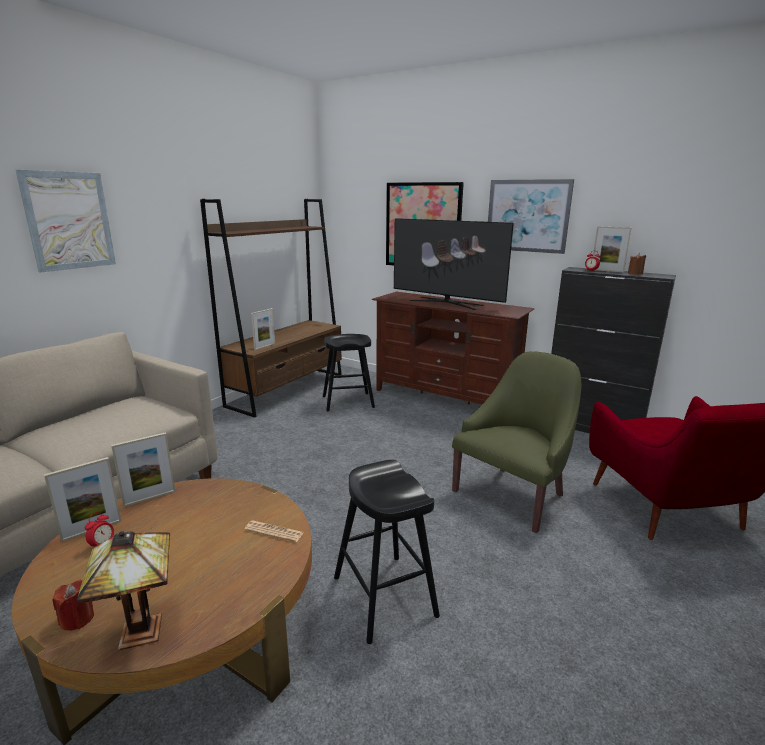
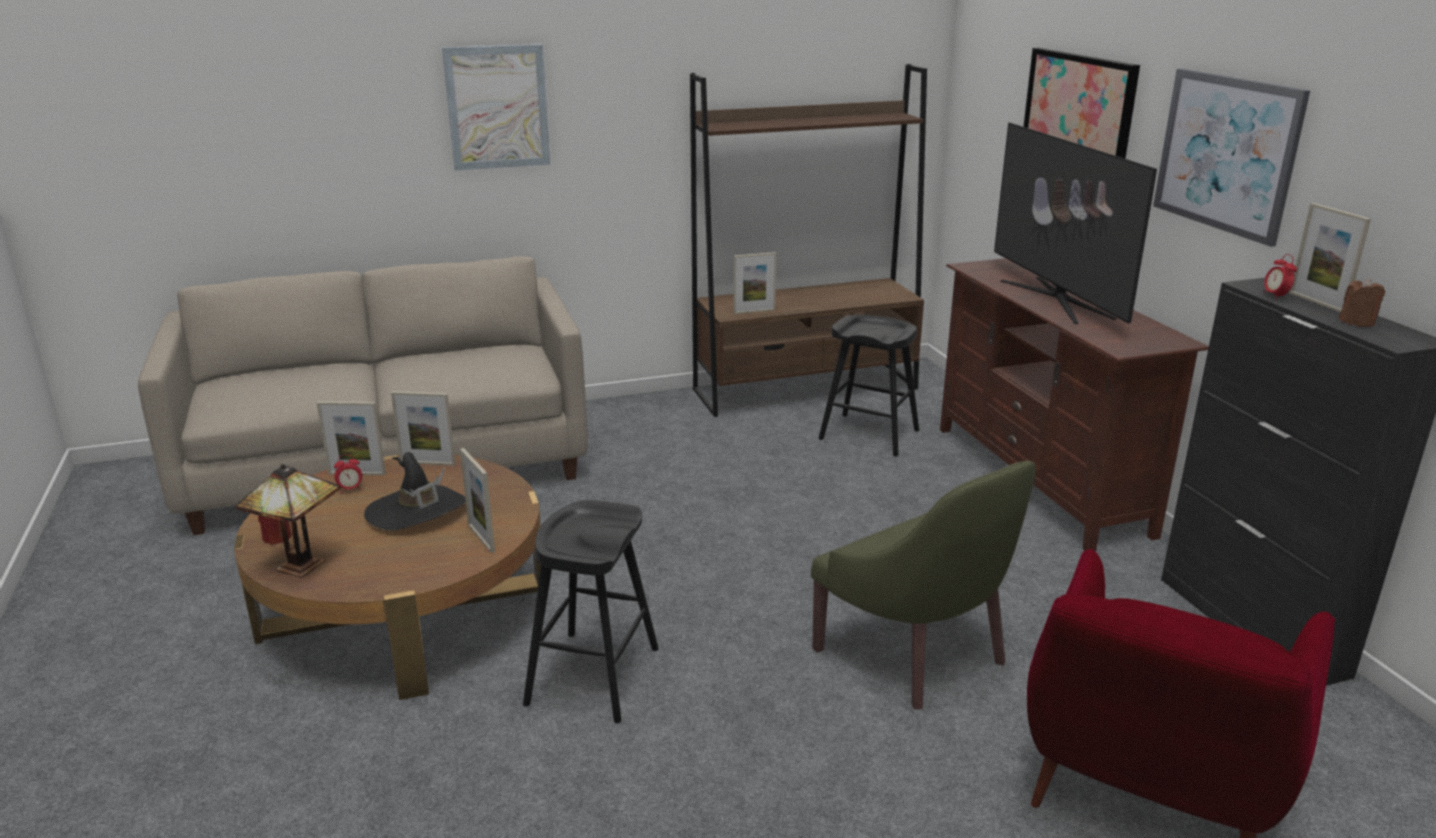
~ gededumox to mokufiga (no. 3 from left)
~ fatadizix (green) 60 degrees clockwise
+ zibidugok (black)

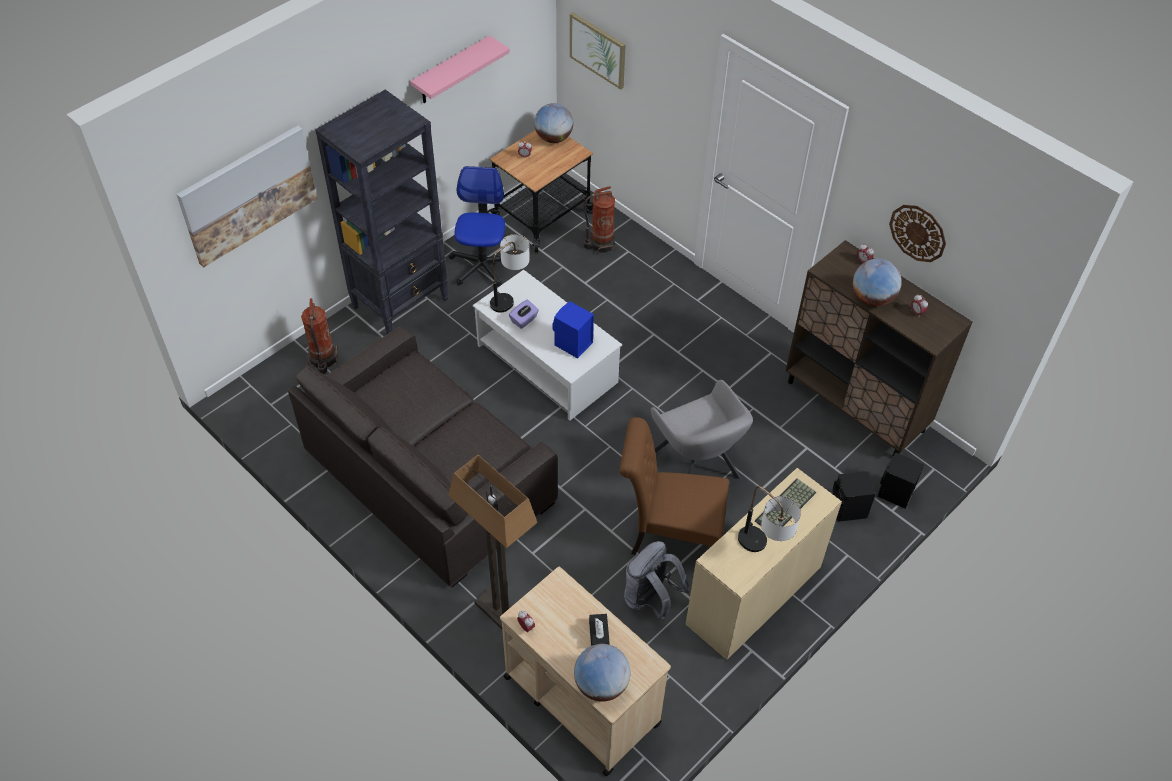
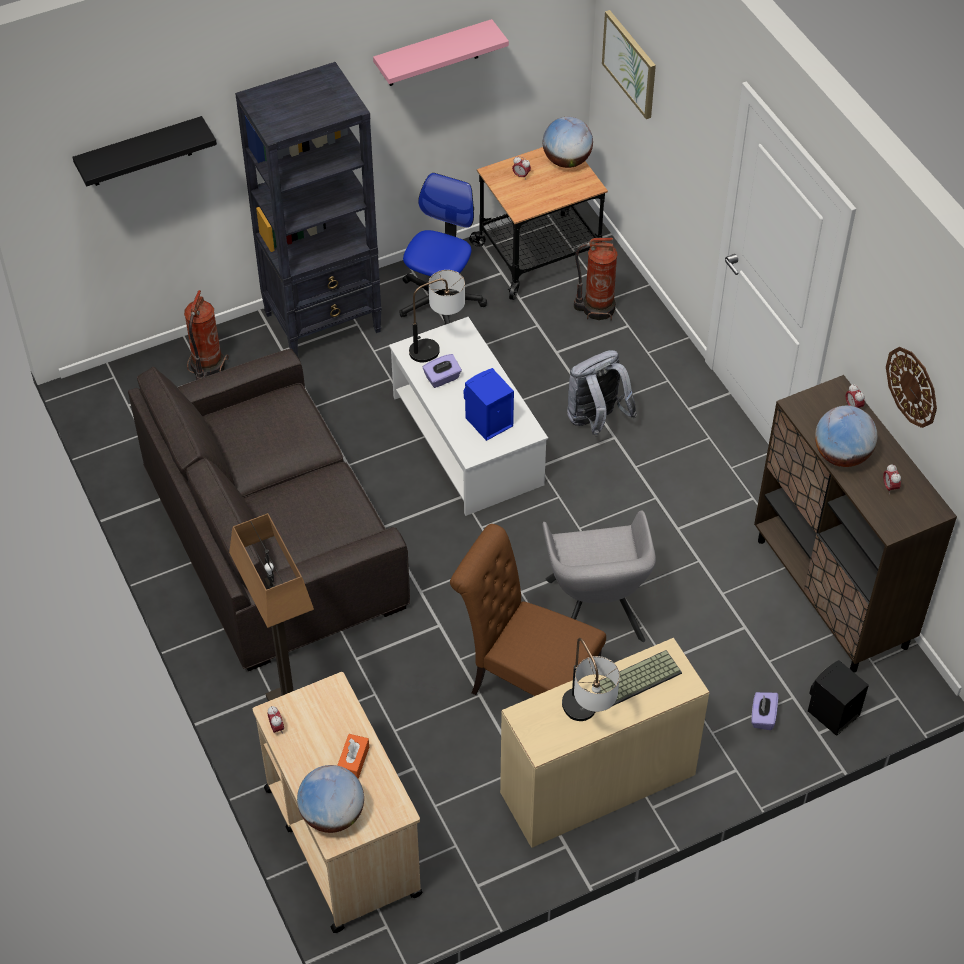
~ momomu (no. 1 from left) to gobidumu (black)
~ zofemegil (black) to zofemegil (orange)
~ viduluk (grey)
~ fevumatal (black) (no. 1 from left) to zofemegil (purple) (no. 2 from left)

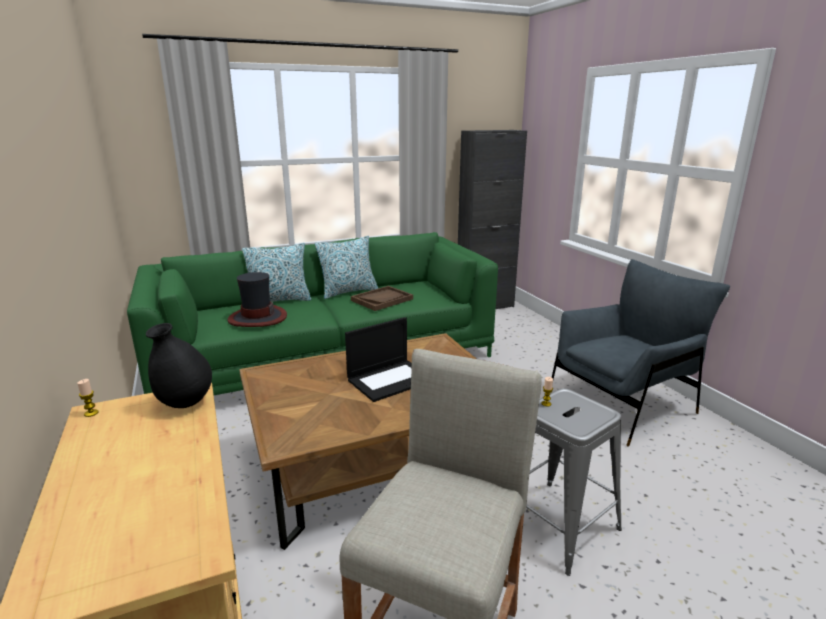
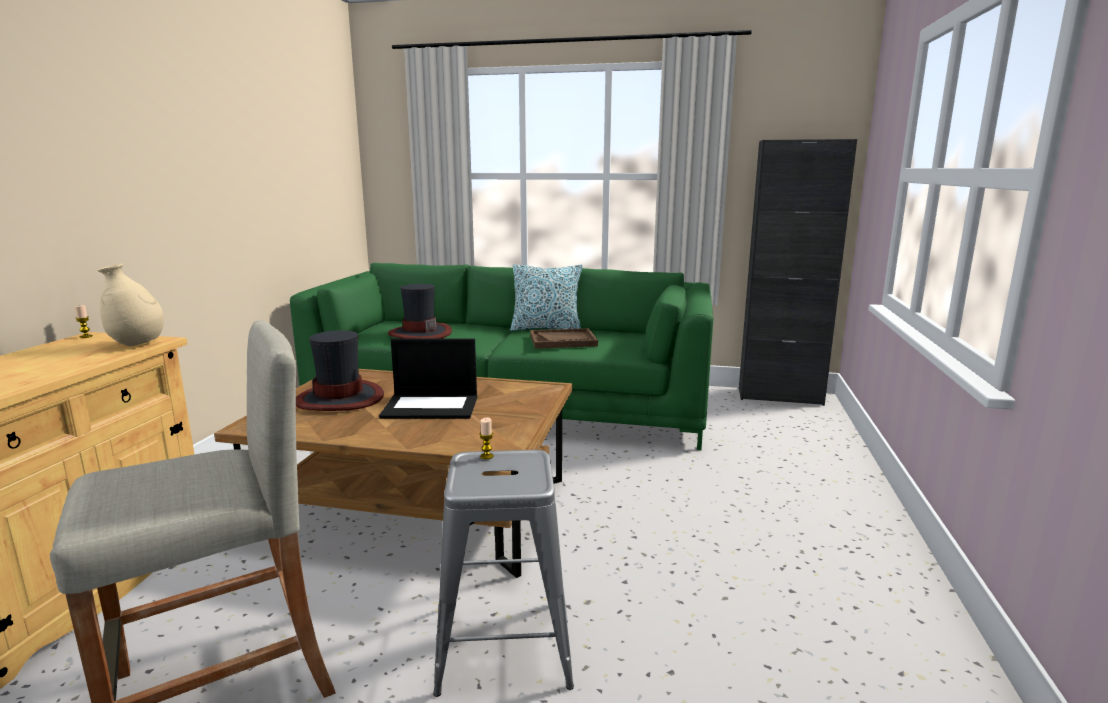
~ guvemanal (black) to guvemanal (beige)
- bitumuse (no. 1 from left)
- fatadizix (grey)
+ zibidugok (no. 1 from left)

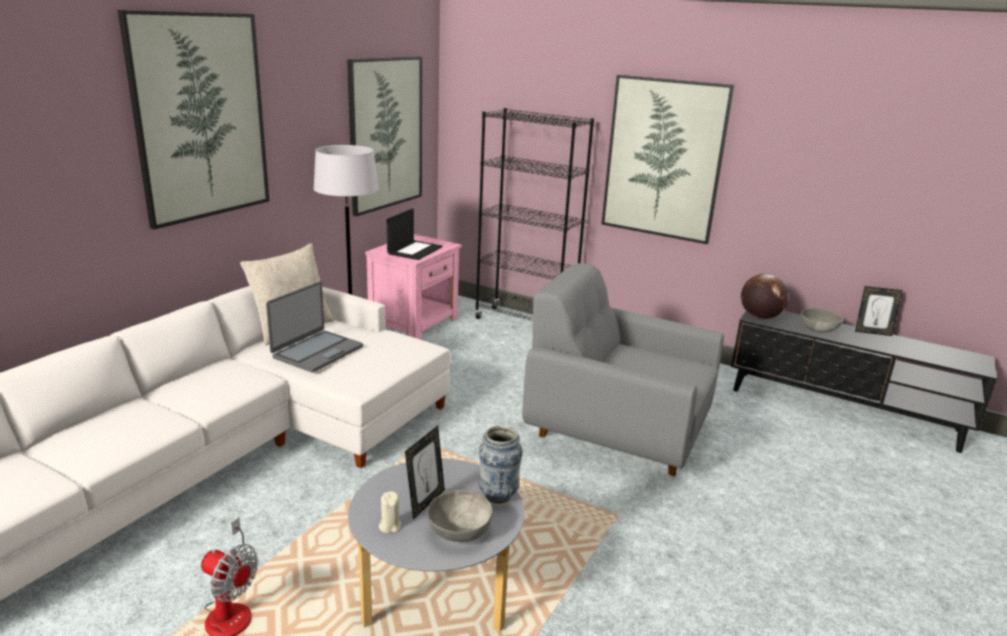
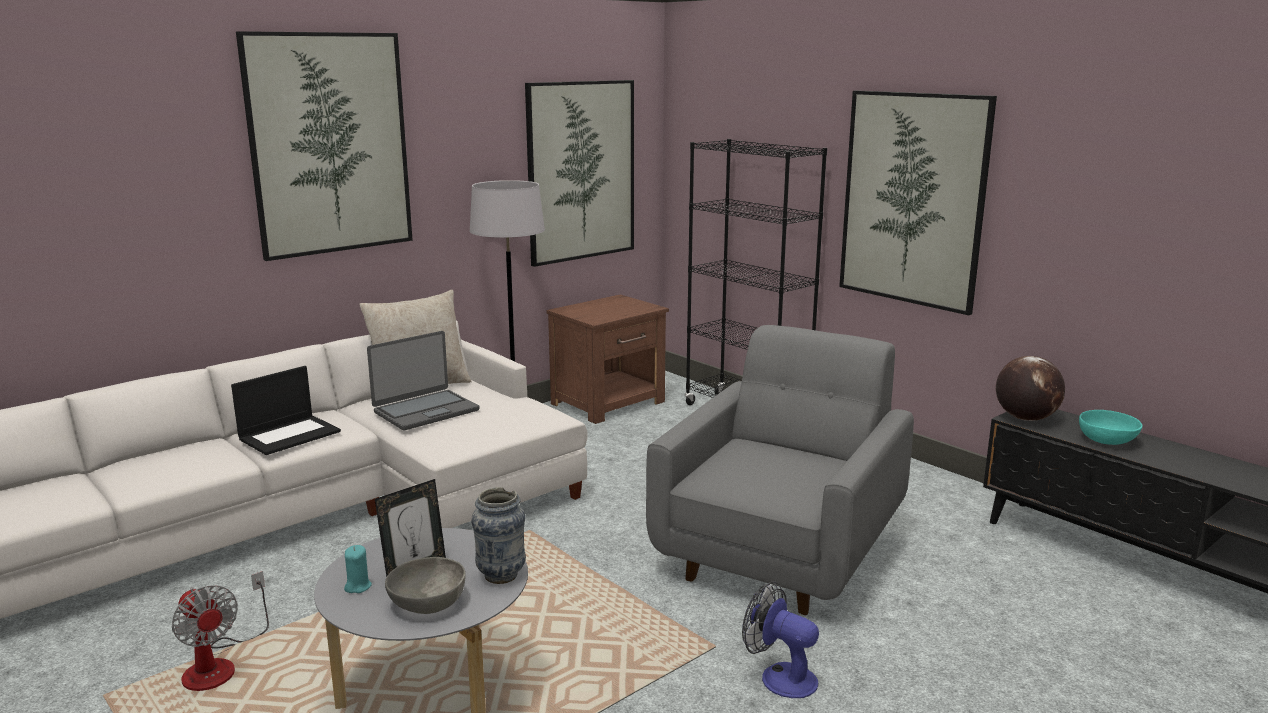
~ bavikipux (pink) to bavikipux (brown)
~ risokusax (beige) to risokusax (turquoise)
~ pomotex (no. 2 from left in the first image) to pomotex (no. 1 from left)
~ fatadizix (grey) 75 degrees clockwise
~ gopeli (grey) (no. 2 from left) to gopeli (turquoise)
- mokufiga (no. 2 from left)
+ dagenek (no. 2 from left)

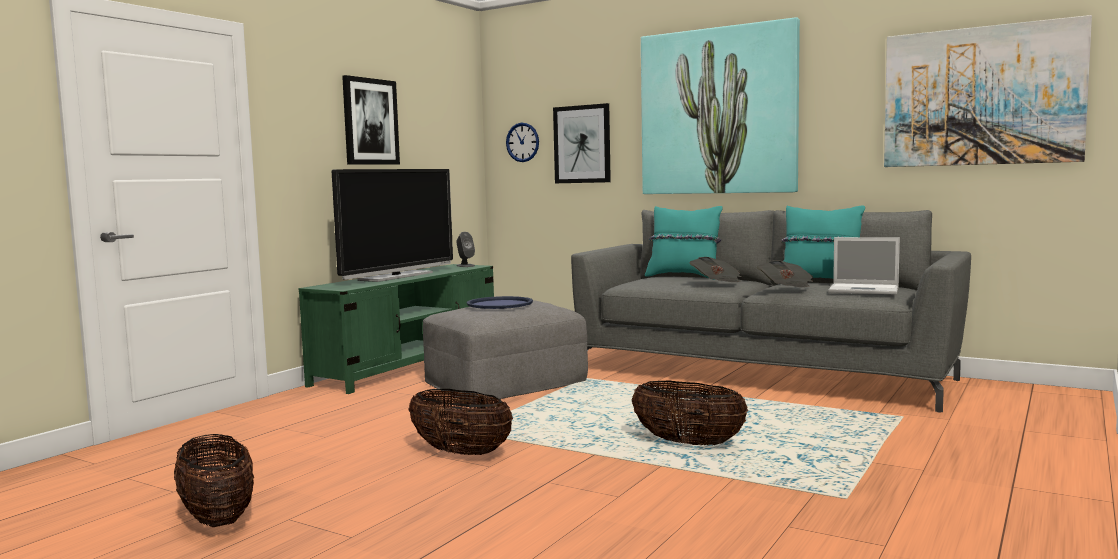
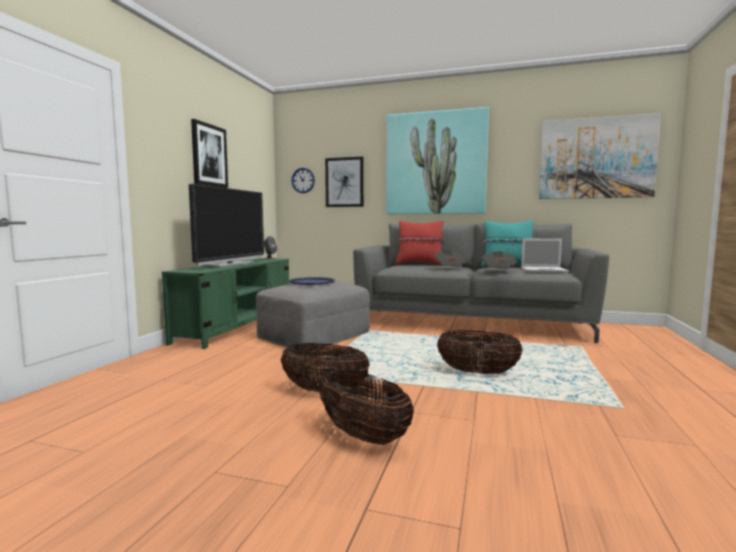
~ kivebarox (no. 1 from left in the first image) to kivebarox (no. 2 from left)
~ bitumuse (turquoise) (no. 1 from left) to bitumuse (red)

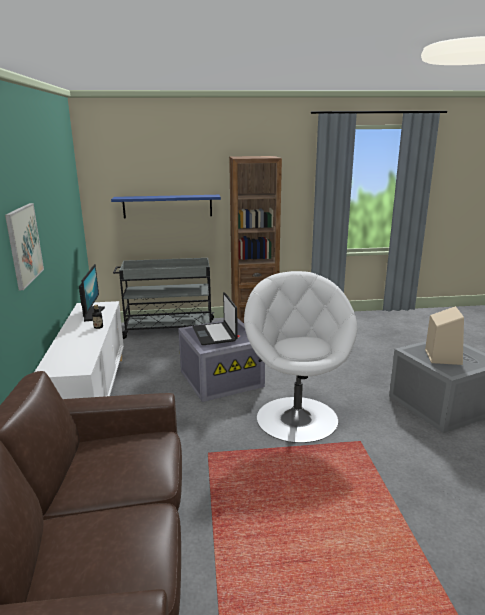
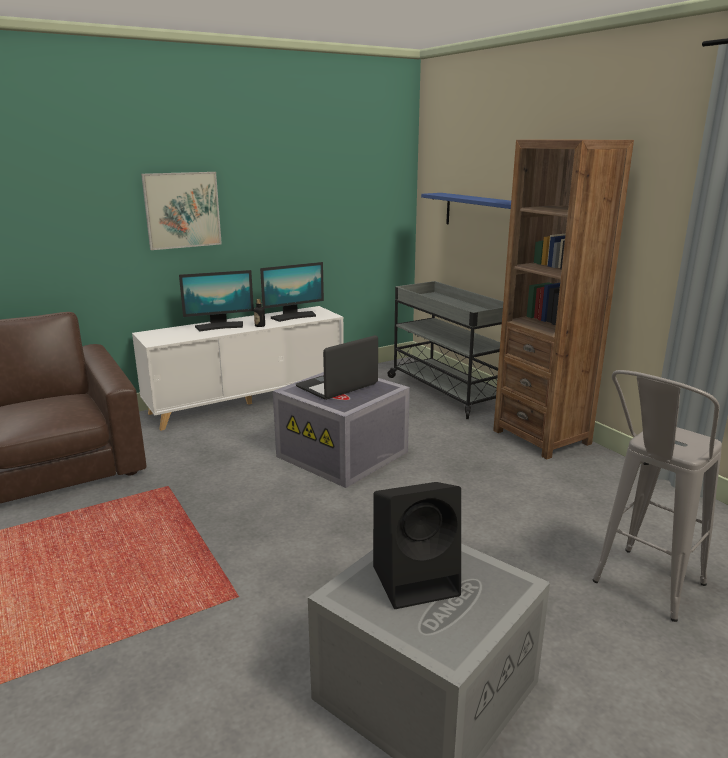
- fatadizix (white)
~ fevumatal (beige) to fevumatal (black)
+ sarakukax (no. 1 from left)
+ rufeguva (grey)

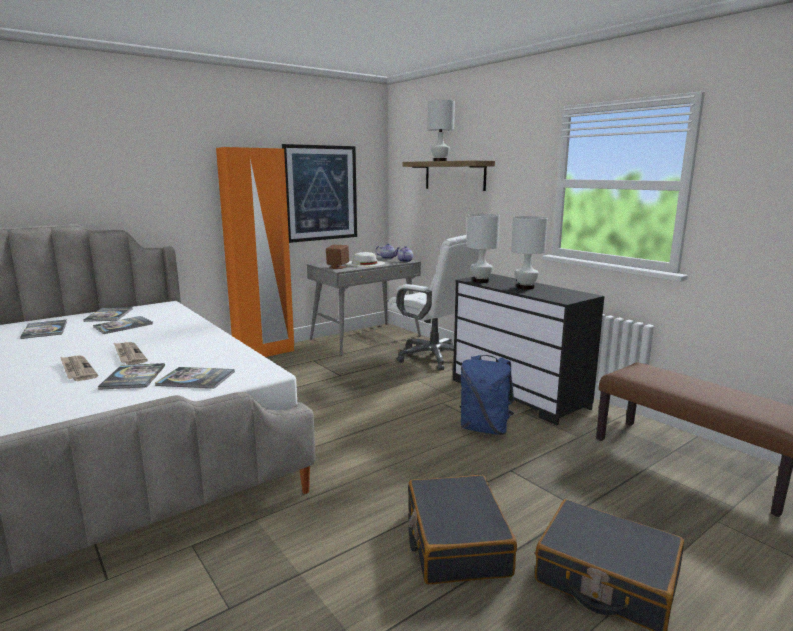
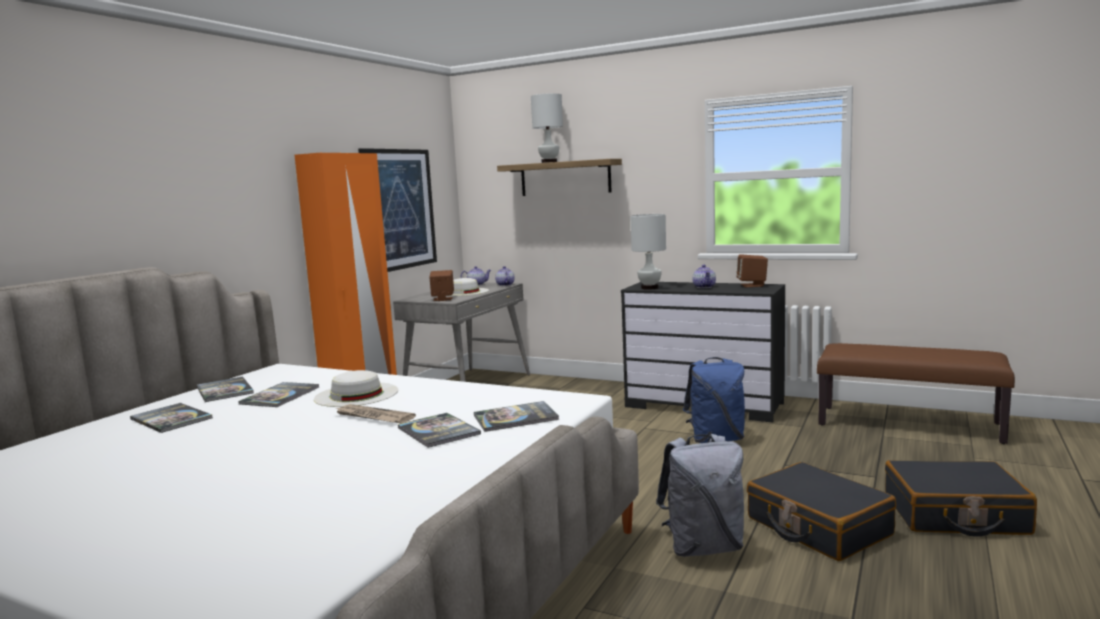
- gededumox (no. 1 from left)
- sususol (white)
~ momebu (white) (no. 3 from left) to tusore (no. 3 from left)
+ zibidugok (white) (no. 1 from left)
+ viduluk (grey)
+ fevumatal (brown) (no. 2 from left)

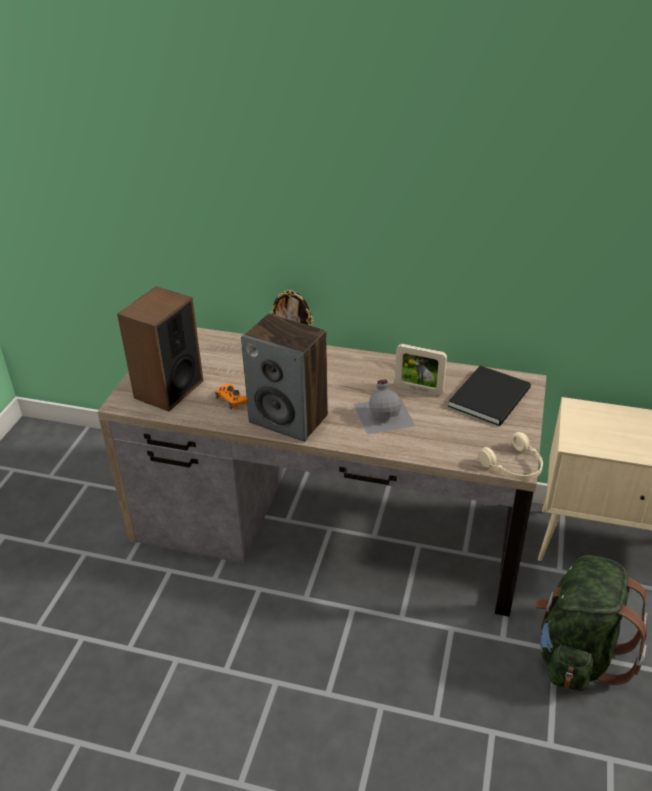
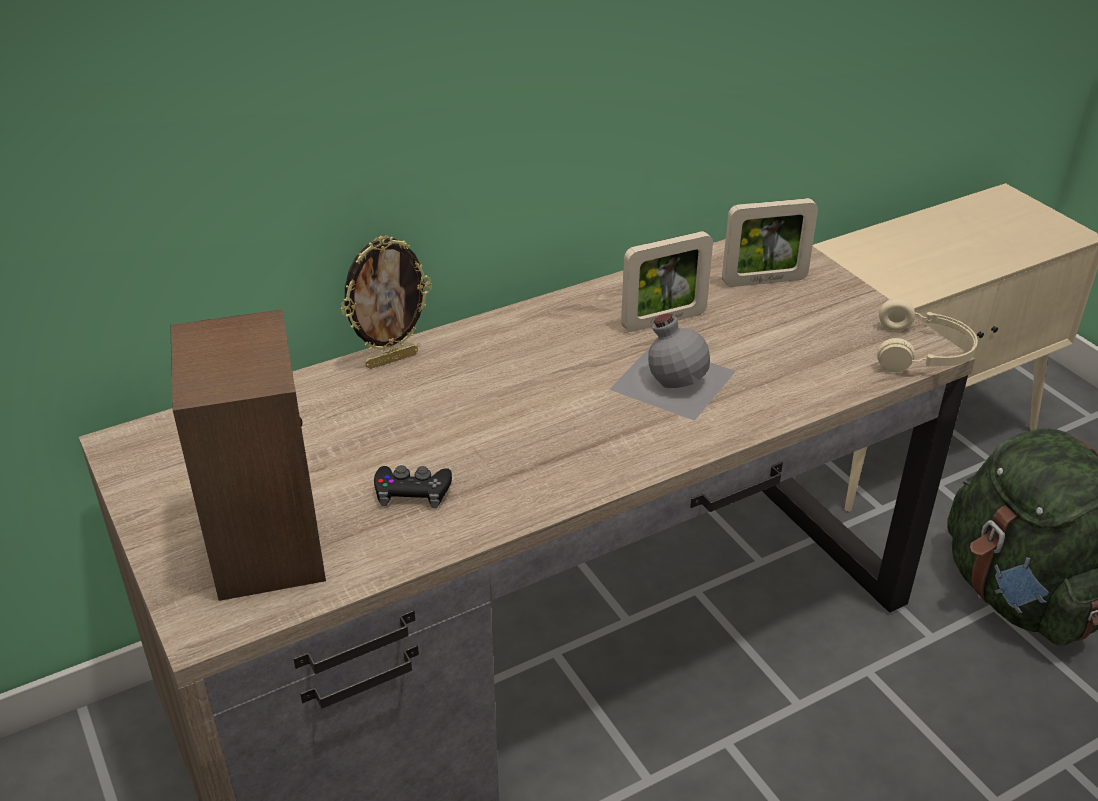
~ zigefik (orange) to zigefik (black)
- fevumatal (no. 2 from left)
~ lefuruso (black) to mokufiga (no. 3 from left)

